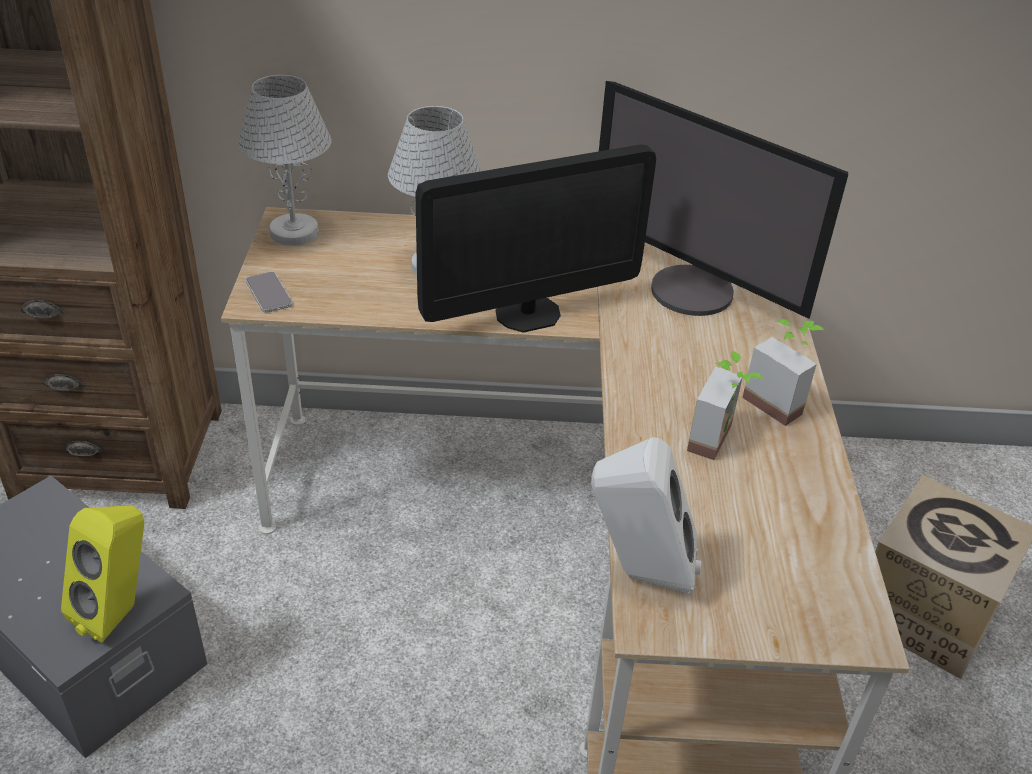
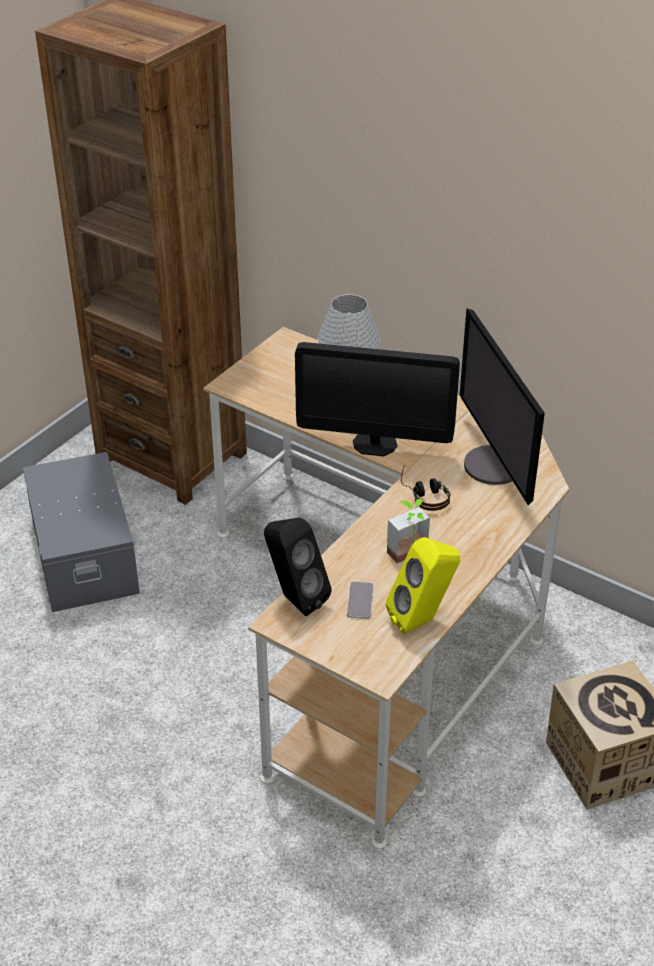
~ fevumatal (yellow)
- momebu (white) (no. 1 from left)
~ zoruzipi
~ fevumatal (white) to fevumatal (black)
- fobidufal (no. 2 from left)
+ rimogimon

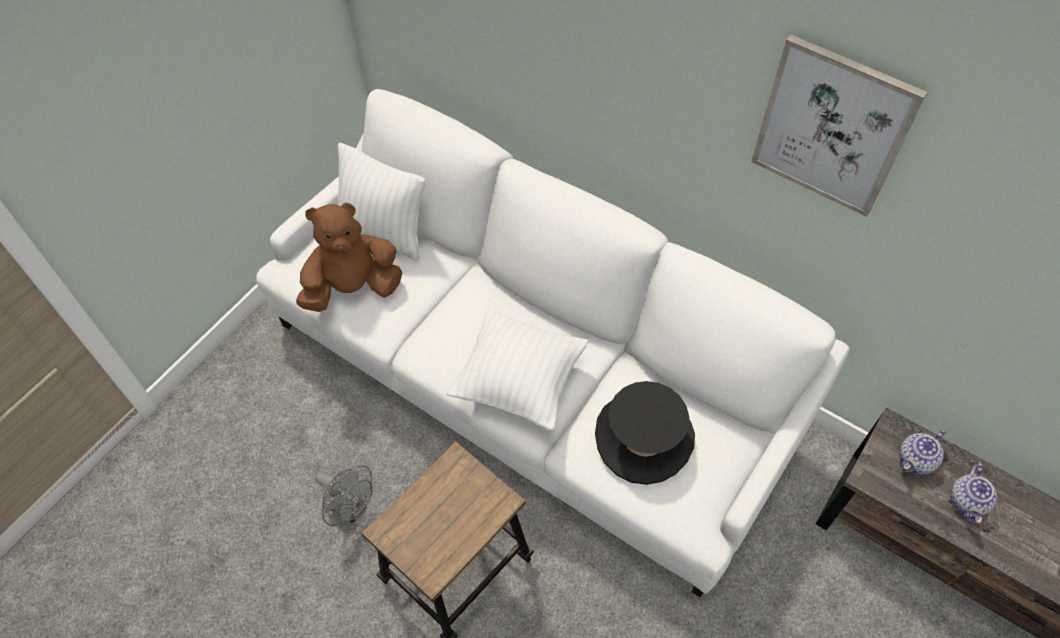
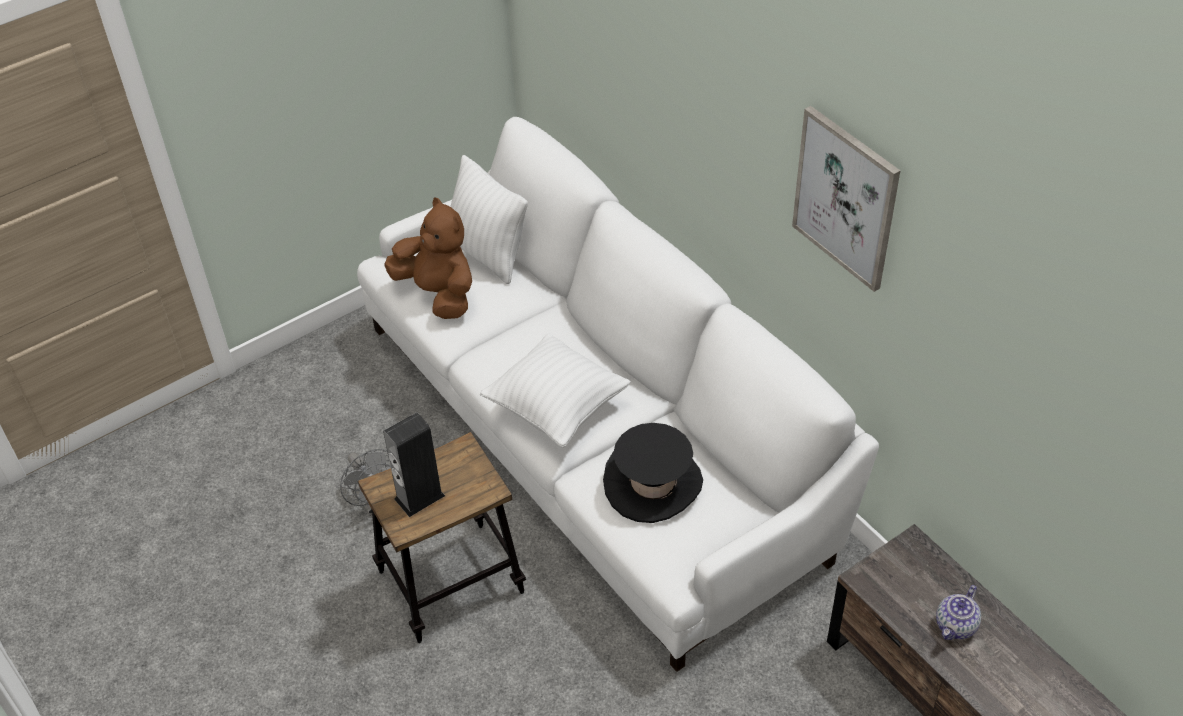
~ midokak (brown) 45 degrees clockwise
- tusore (no. 1 from left)
+ fevumatal

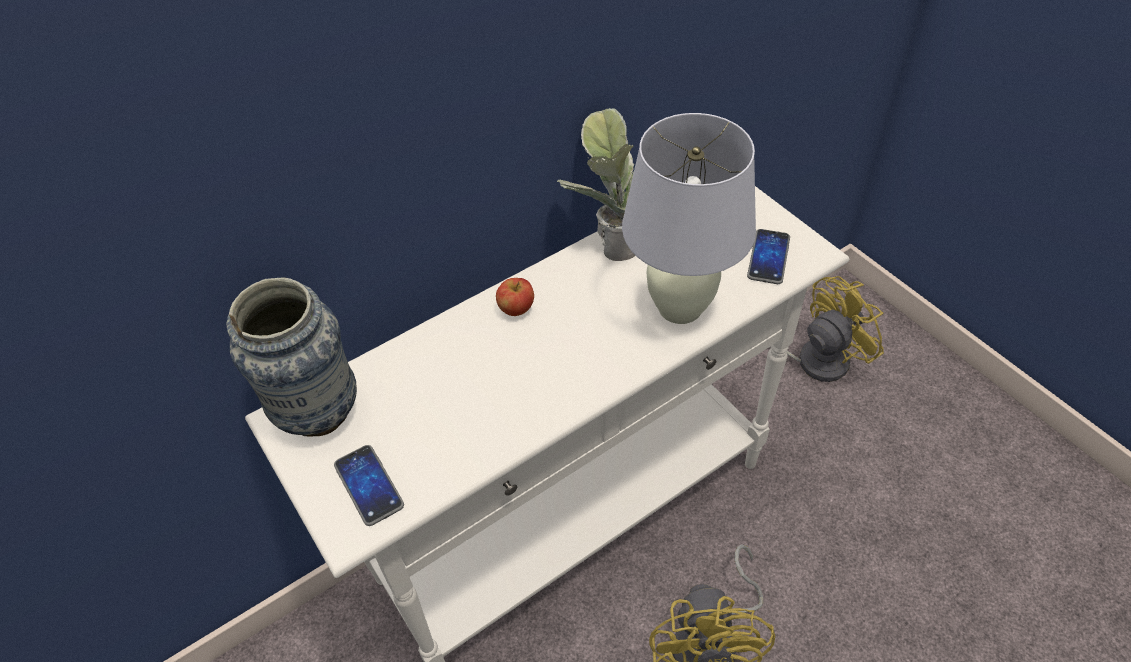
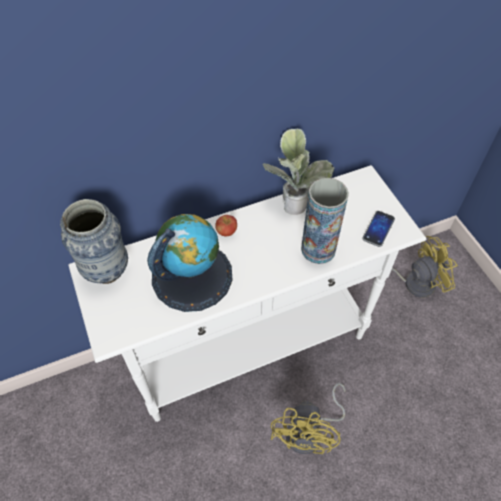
- zoruzipi (no. 1 from left)
~ momebu (white) to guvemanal (no. 2 from left)
+ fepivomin

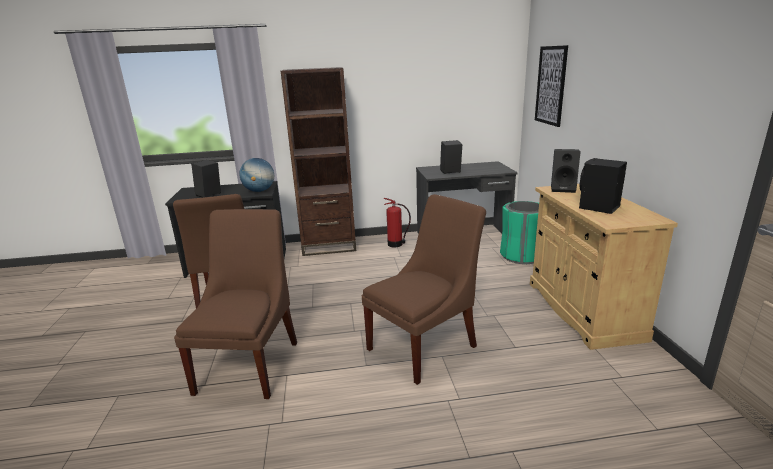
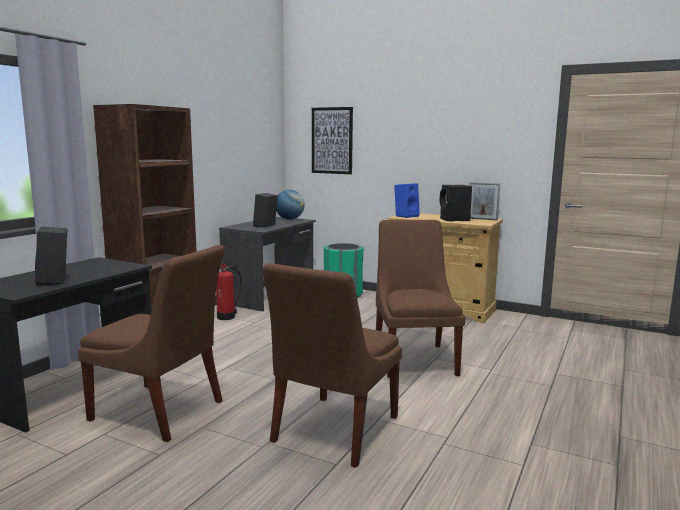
~ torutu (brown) (no. 2 from left) 105 degrees counterclockwise
~ fepivomin
~ fevumatal (black) (no. 3 from left) to fevumatal (blue)
+ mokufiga

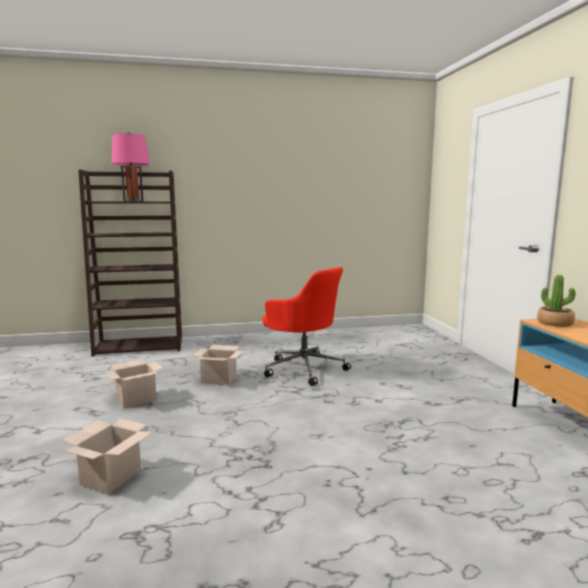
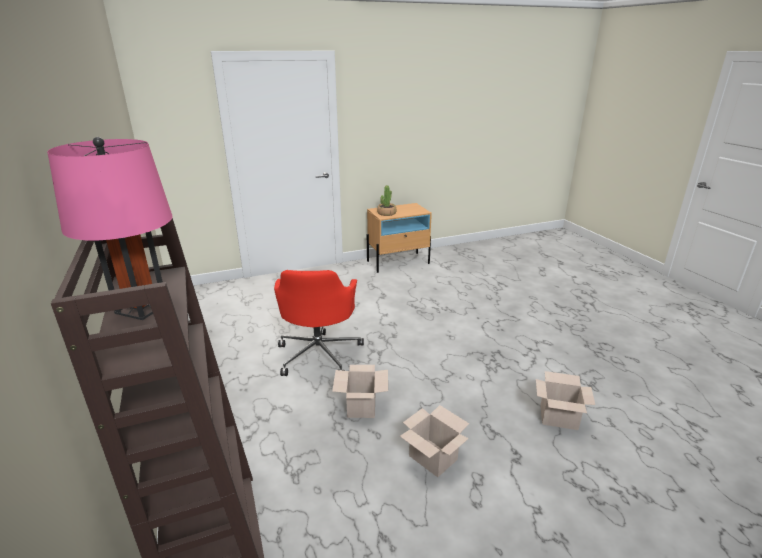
~ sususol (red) 150 degrees clockwise

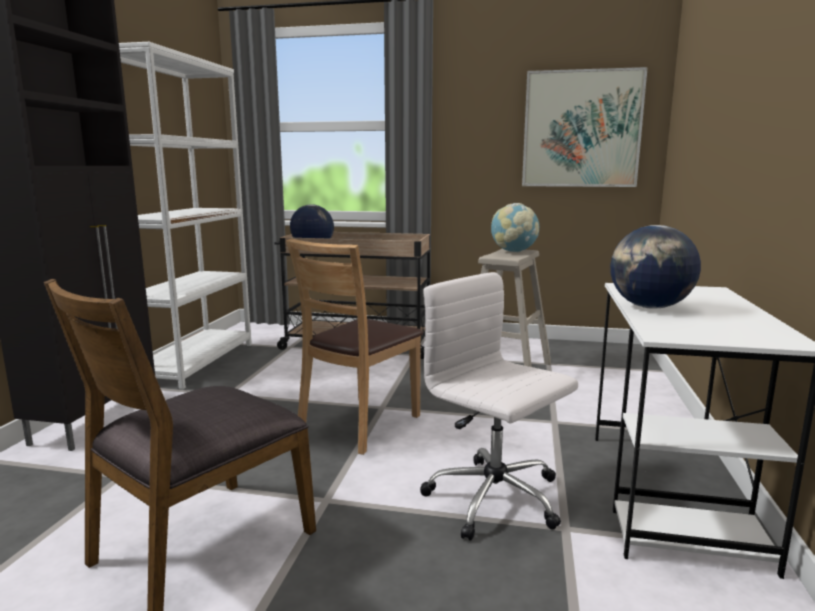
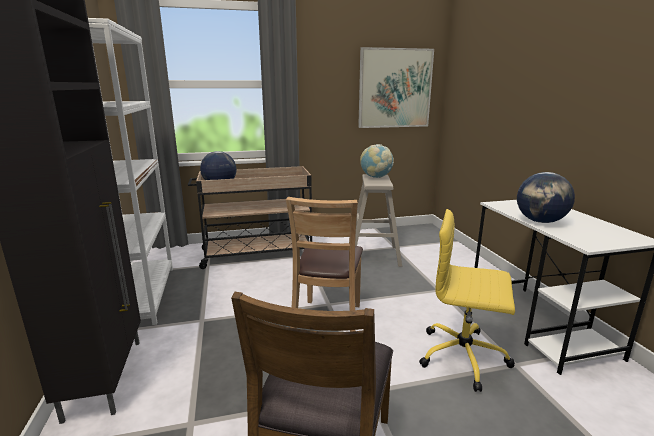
~ sususol (white) to sususol (yellow)

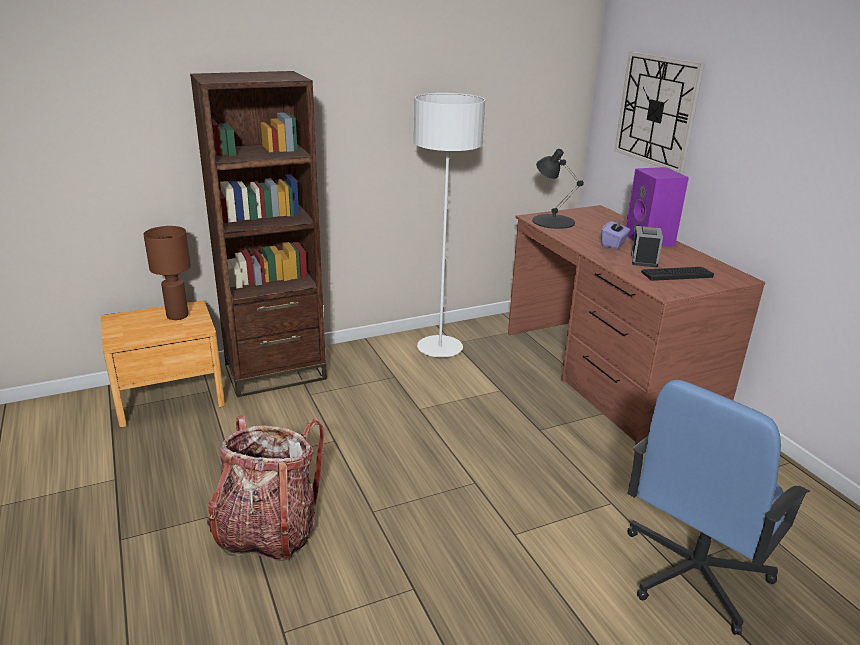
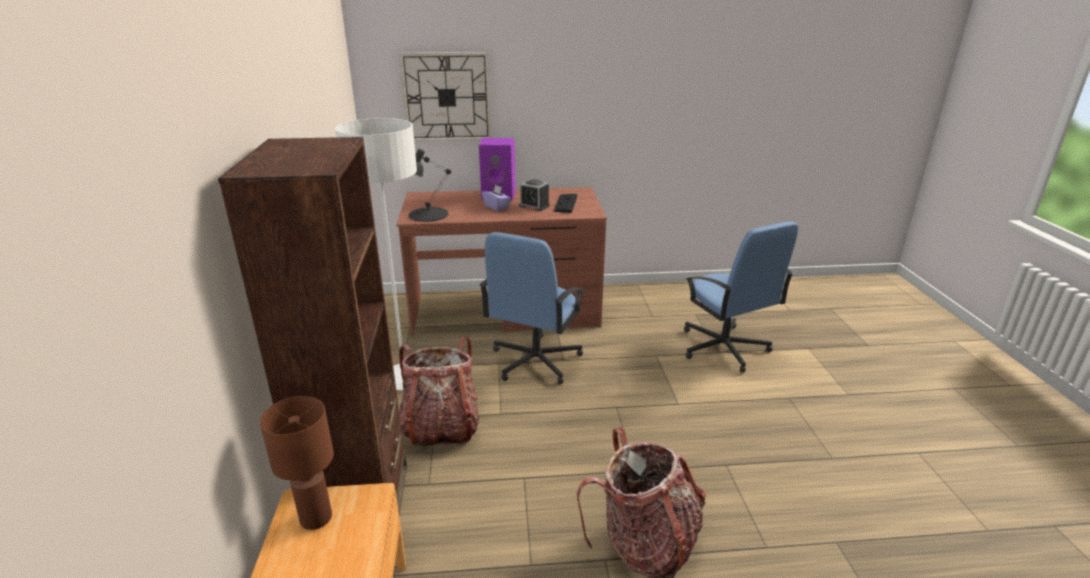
+ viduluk (no. 1 from left)
+ sususol (blue) (no. 1 from left)

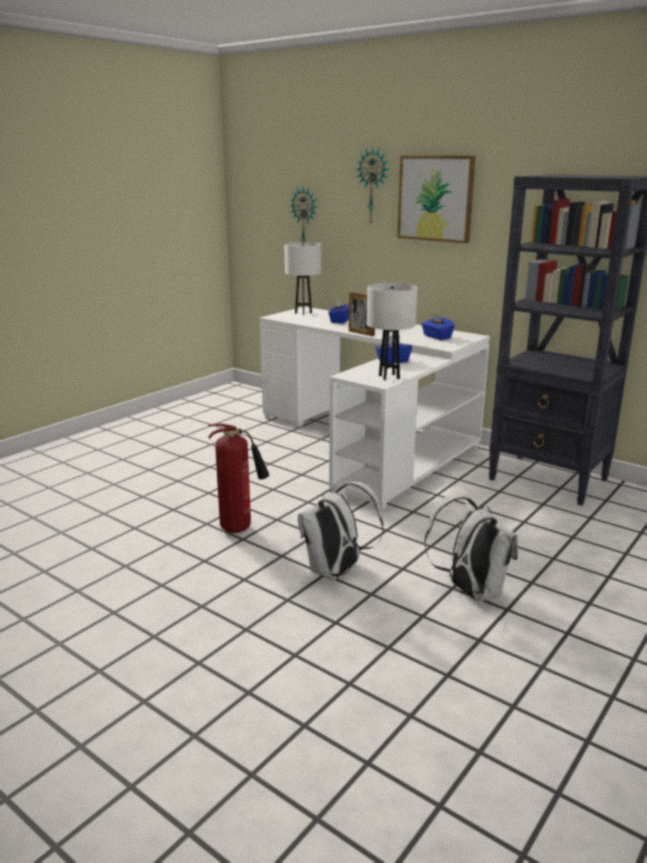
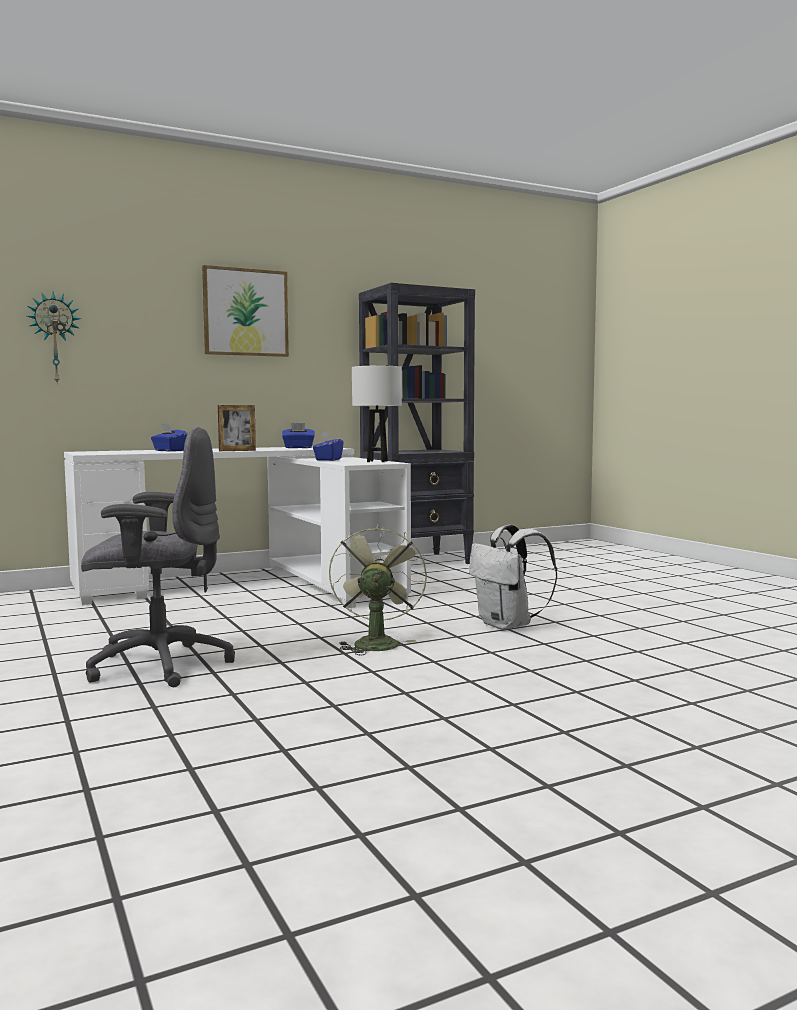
~ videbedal to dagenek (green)
- momebu (white) (no. 1 from left)
- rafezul (no. 2 from left)
- viduluk (white) (no. 2 from left)
+ sususol (grey)

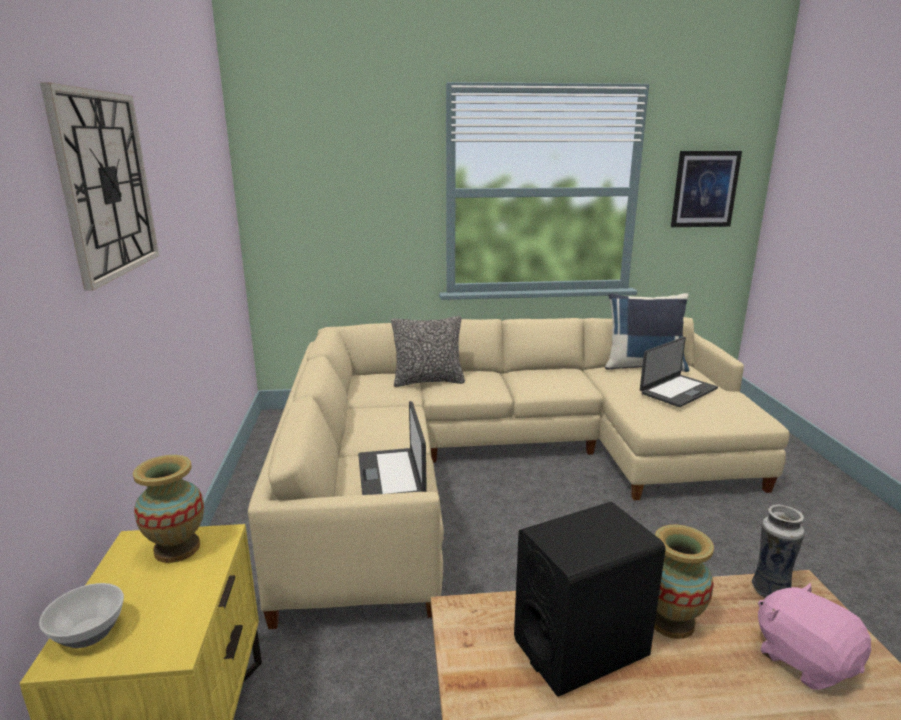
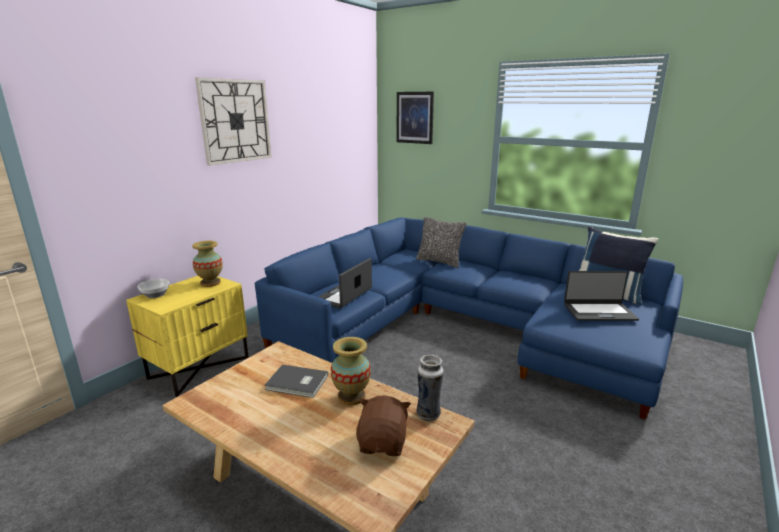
~ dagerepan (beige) to dagerepan (blue)
~ fevumatal (black) to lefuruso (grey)
~ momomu
~ midokak (pink) to midokak (brown)

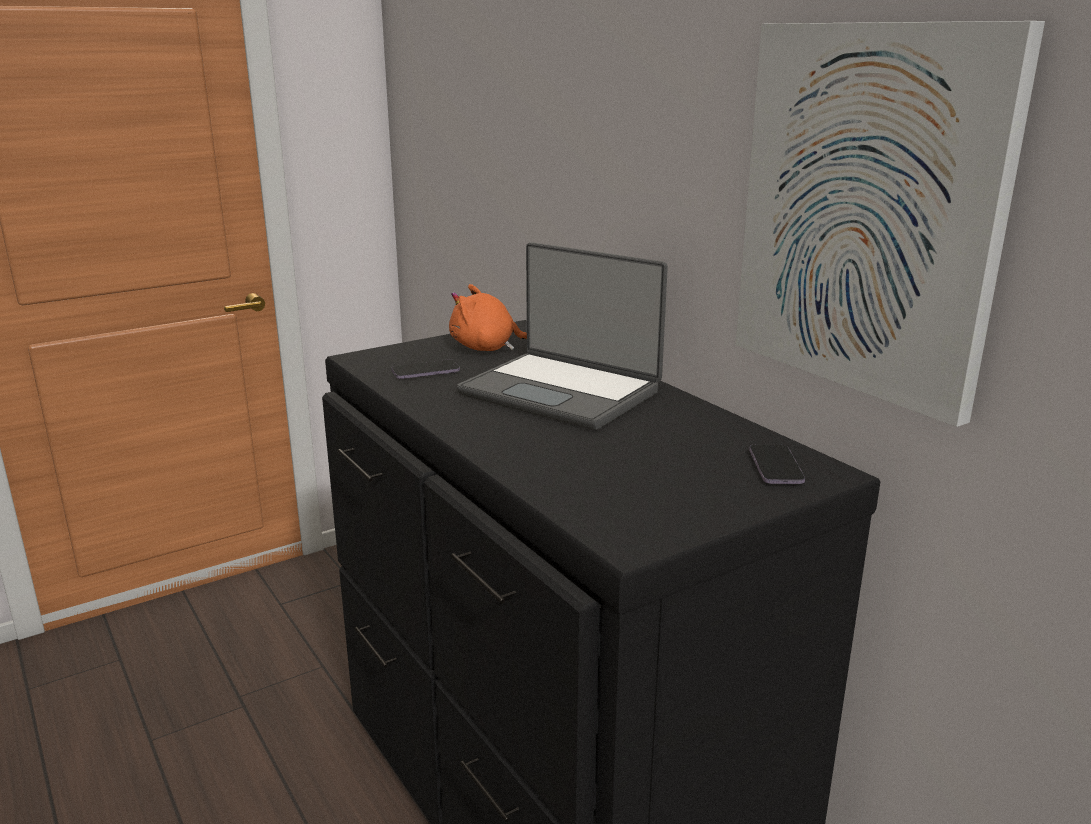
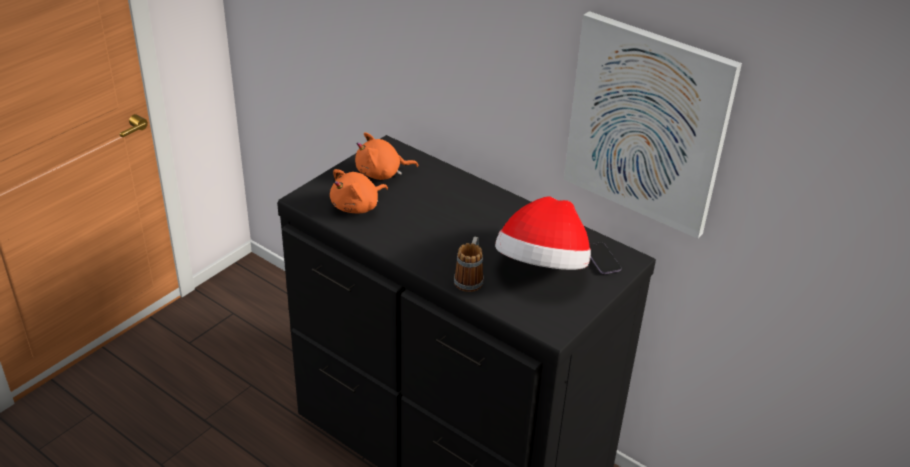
~ zoruzipi (no. 1 from left) to midokak (orange) (no. 1 from left)
- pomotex
+ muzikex
+ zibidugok

